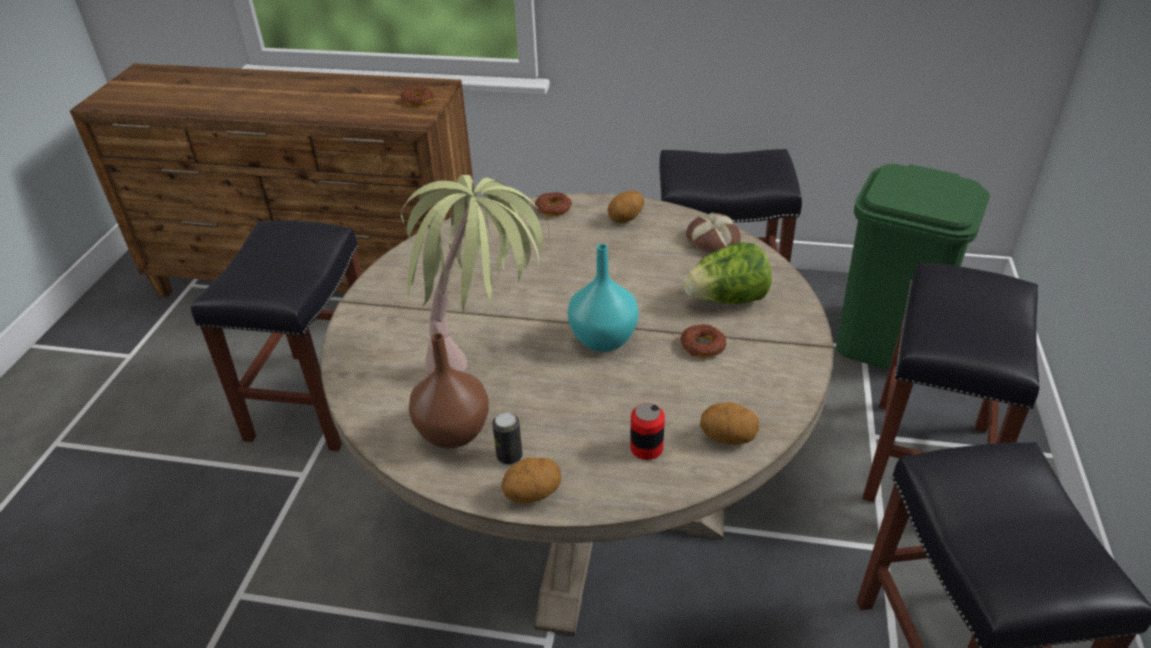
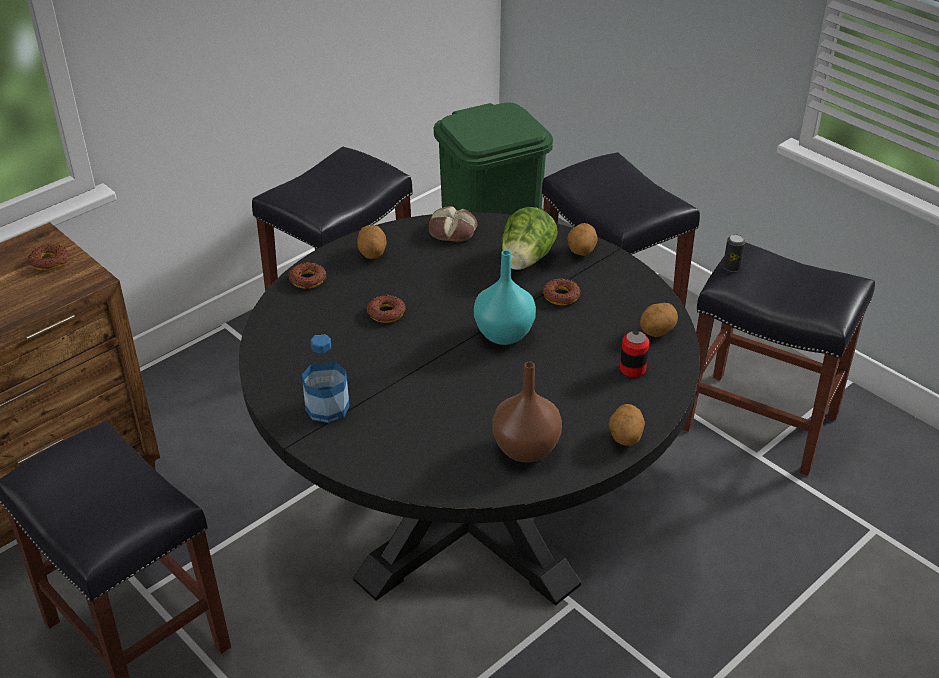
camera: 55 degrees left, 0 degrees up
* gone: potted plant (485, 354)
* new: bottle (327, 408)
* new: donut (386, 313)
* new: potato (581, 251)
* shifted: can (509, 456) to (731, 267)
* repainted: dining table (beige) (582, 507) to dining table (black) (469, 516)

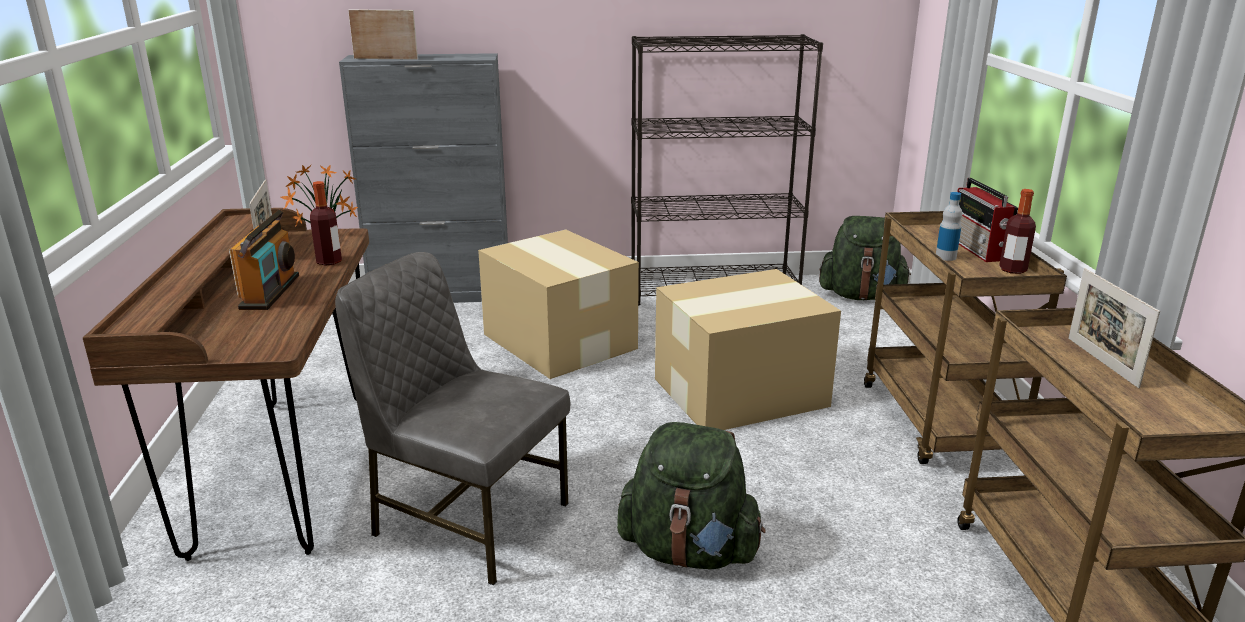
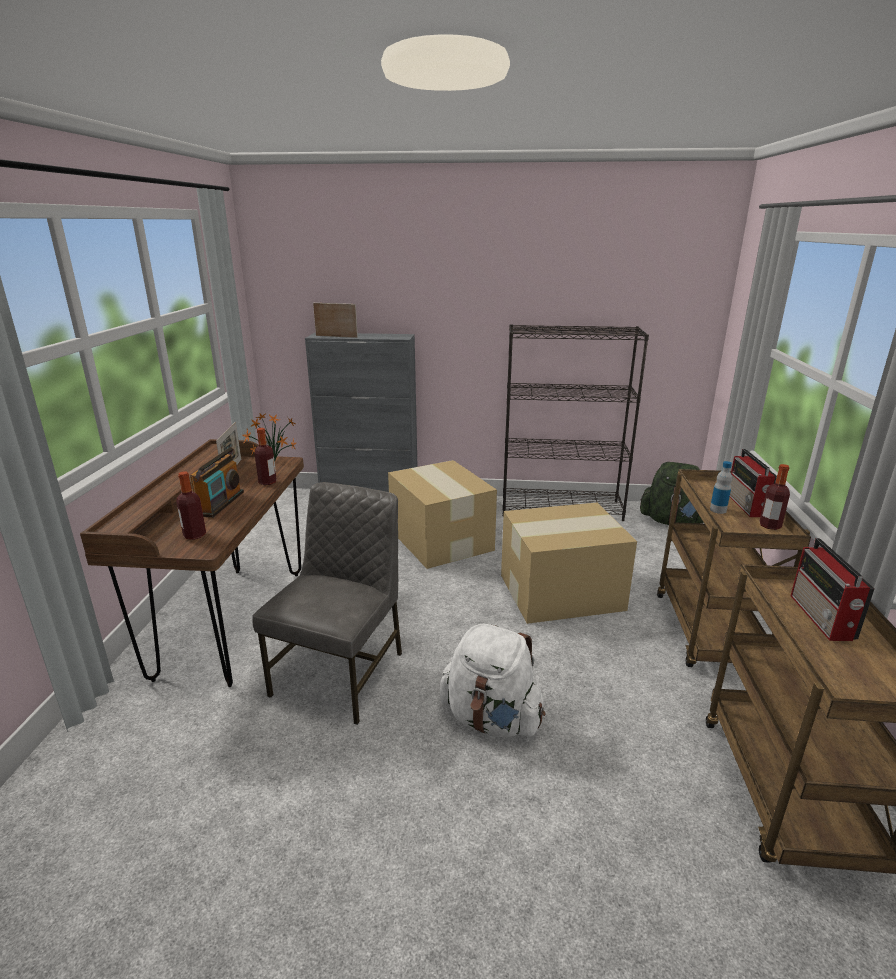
camera: 10 degrees right, 0 degrees up
* new: bottle (194, 535)
* swapped: picture frame (1102, 362) to radio (822, 618)
* repainted: backpack (green) (689, 551) to backpack (white) (491, 719)
* rotated: chair (grey) (467, 519) = (342, 673) 75 degrees clockwise

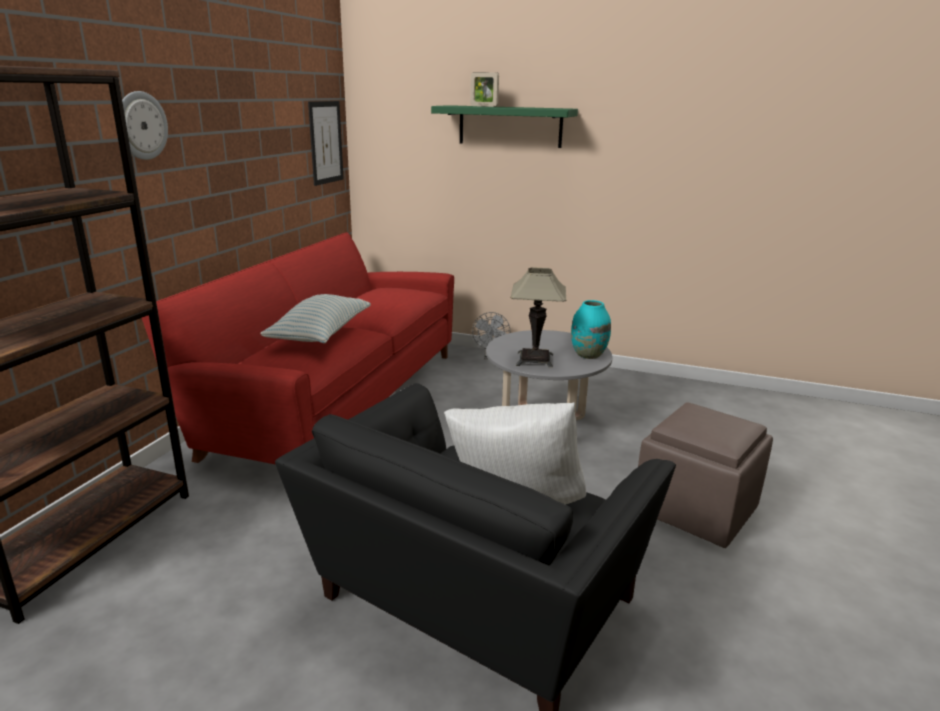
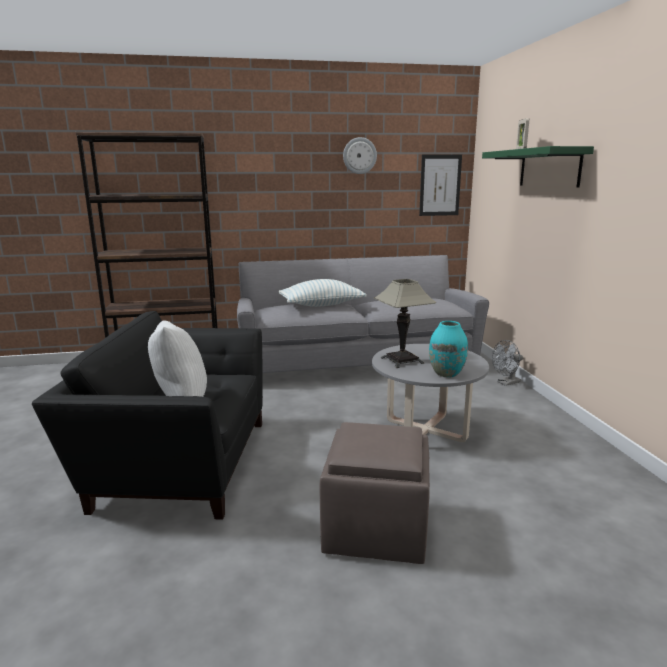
camera: 60 degrees right, 5 degrees down
* shifted: wall clock (141, 125) to (359, 155)
* repainted: sofa (red) (333, 399) to sofa (grey) (356, 362)

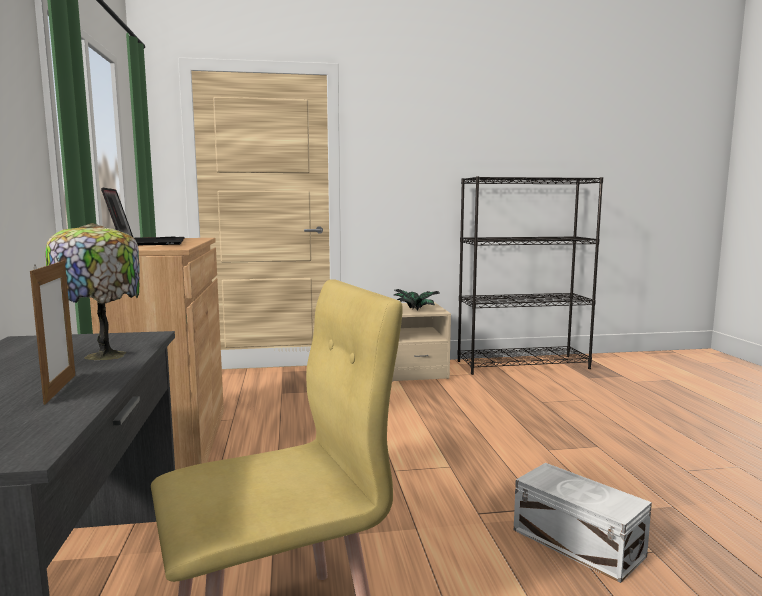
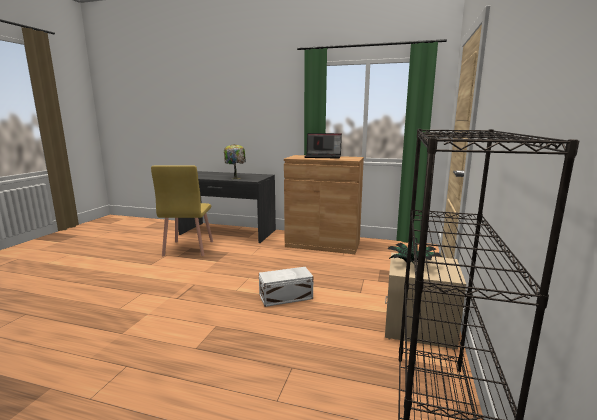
camera: 115 degrees right, 5 degrees up
* gone: picture frame (60, 388)
* shifted: storage box (white) (577, 541) to (286, 297)

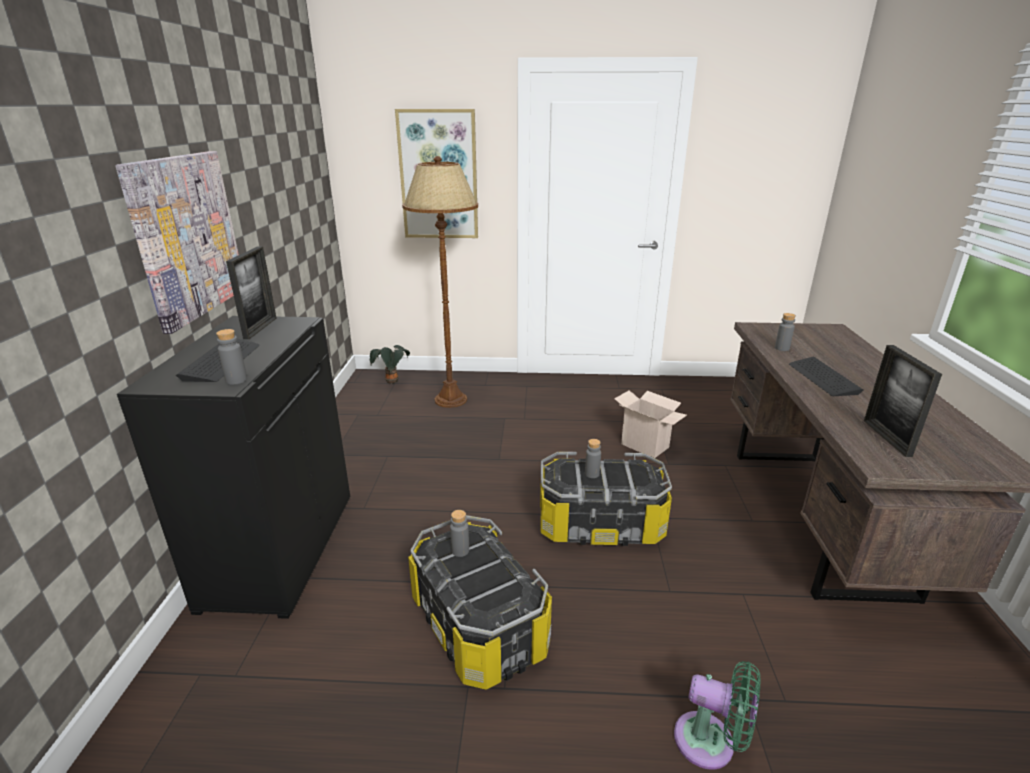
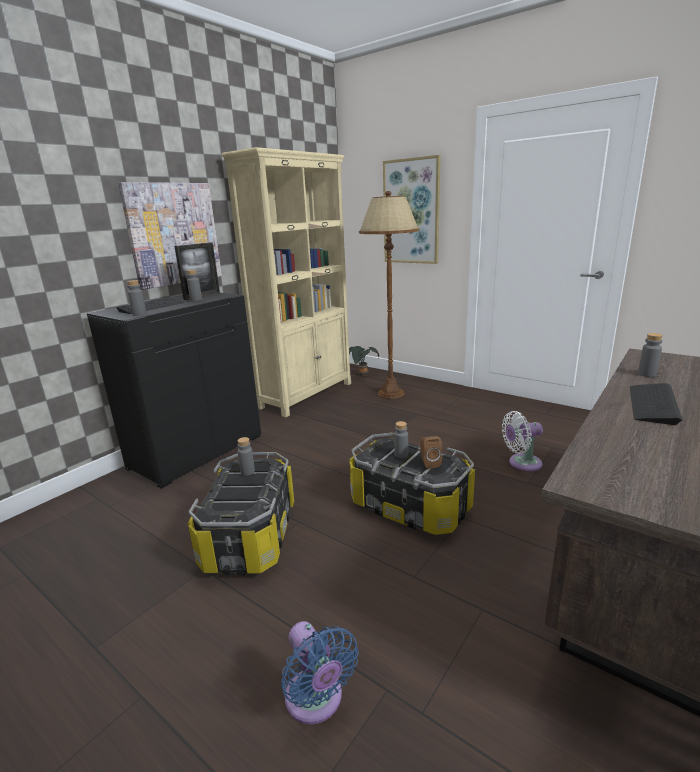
camera: 35 degrees right, 5 degrees down
* gone: picture frame (886, 438)
* new: bottle (grey) (196, 300)
* new: bookcase (beige) (307, 395)
* new: speaker (brown) (429, 463)
* swapped: cardboard box (646, 446) to fan (white) (522, 463)
* repainted: fan (green) (710, 743) to fan (blue) (316, 701)

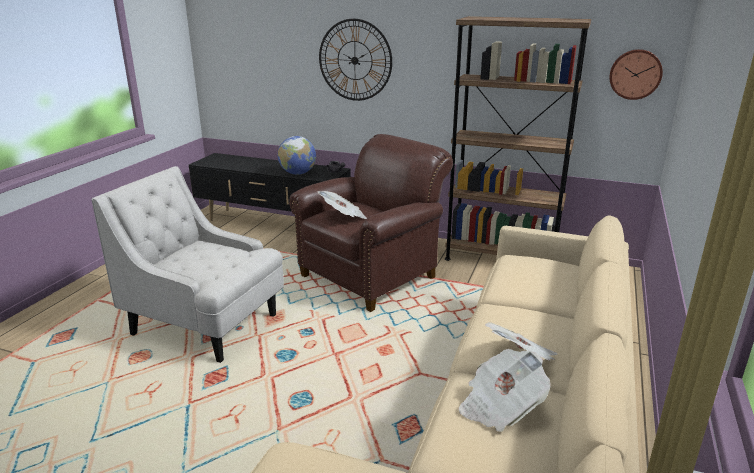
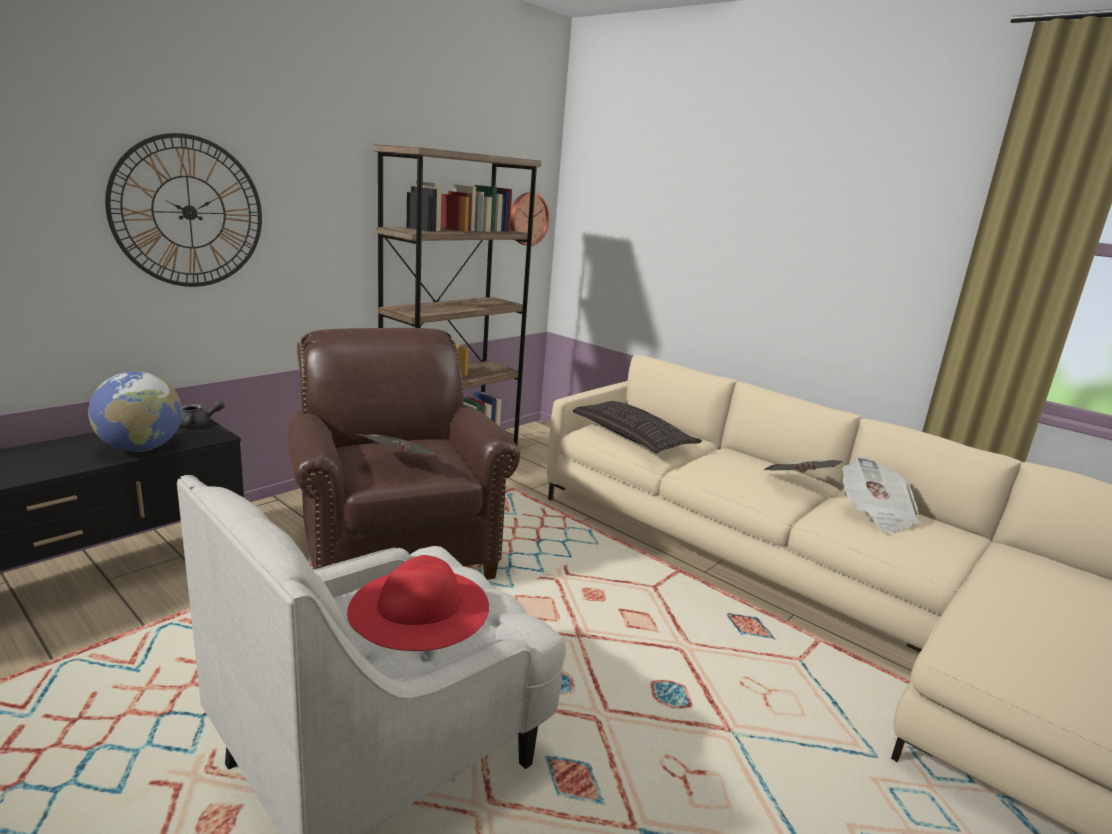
camera: 70 degrees left, 5 degrees down
* new: hat (red) (419, 607)
* new: pillow (631, 435)

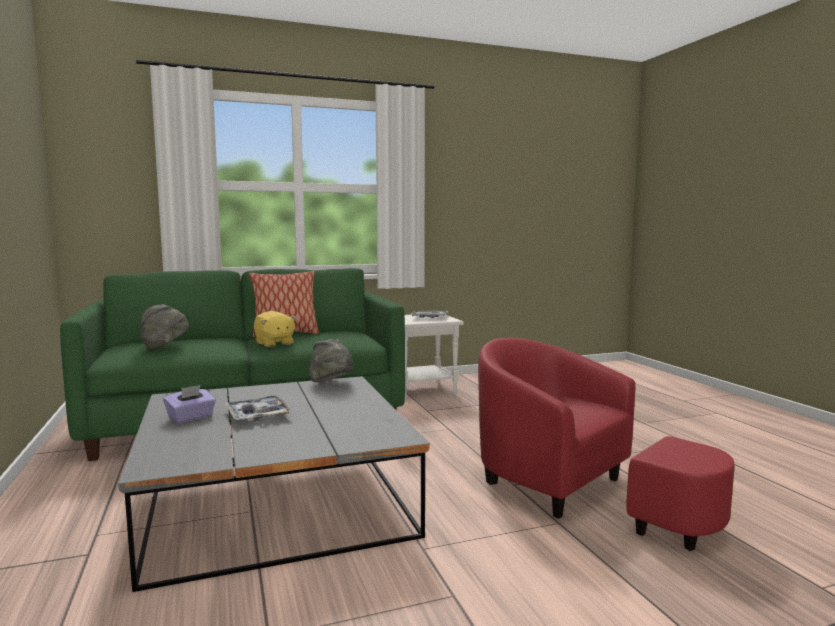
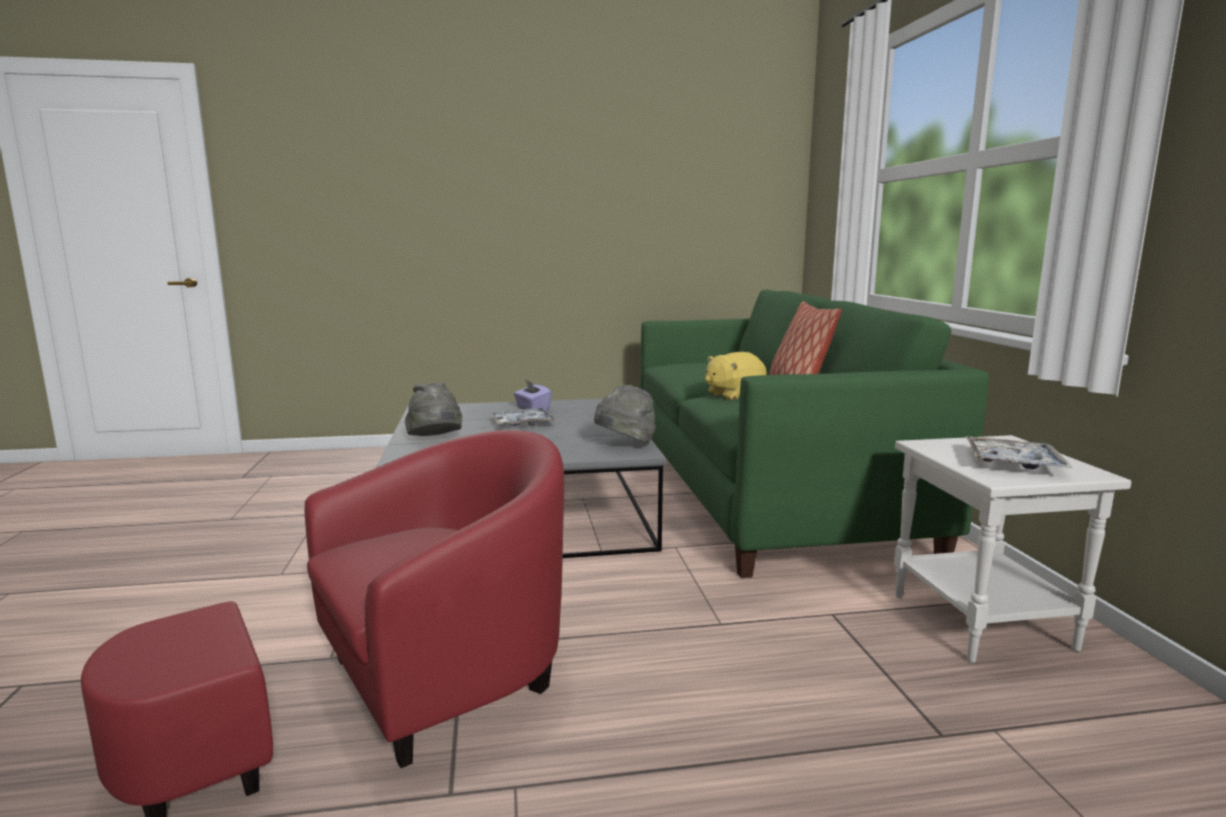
camera: 100 degrees right, 5 degrees up
* shifted: hat (grey) (165, 347) to (436, 440)

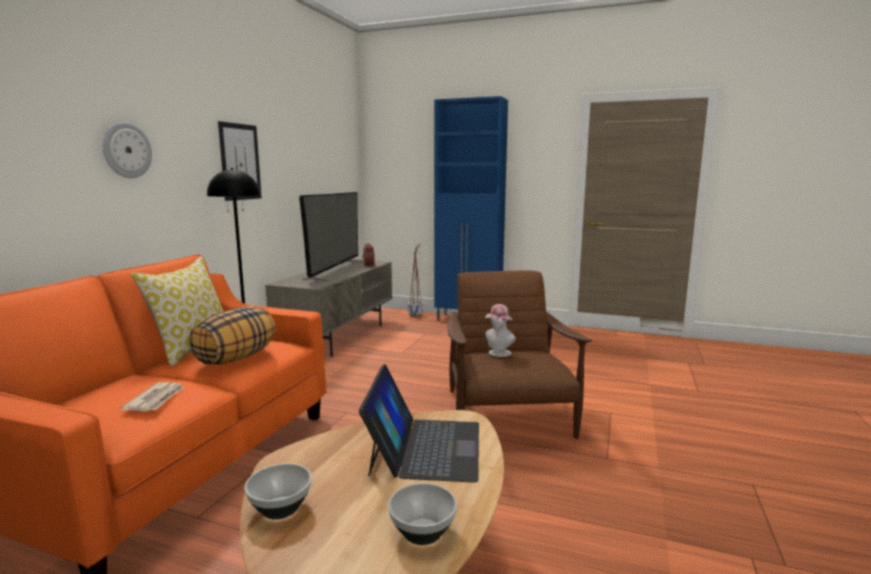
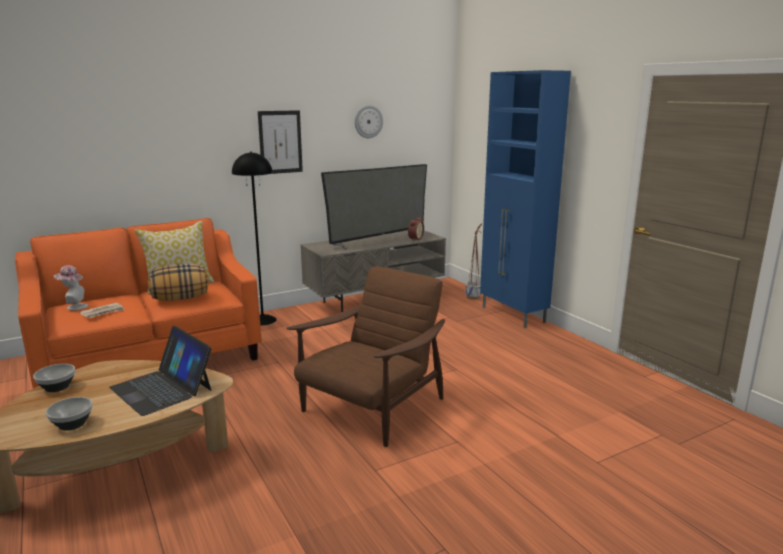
camera: 40 degrees right, 5 degrees up
* shifted: wall clock (126, 150) to (368, 121)
* shifted: hat (498, 354) to (74, 307)
* rotated: laptop (425, 447) = (162, 388) 90 degrees clockwise

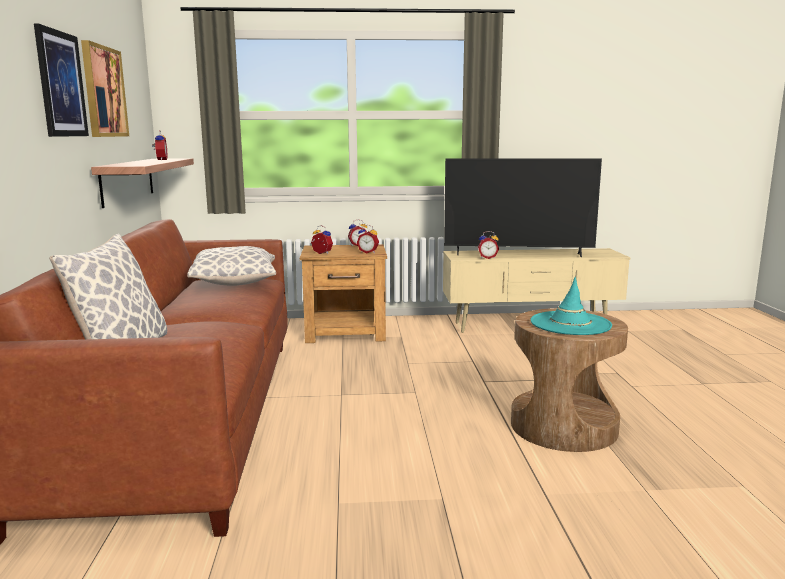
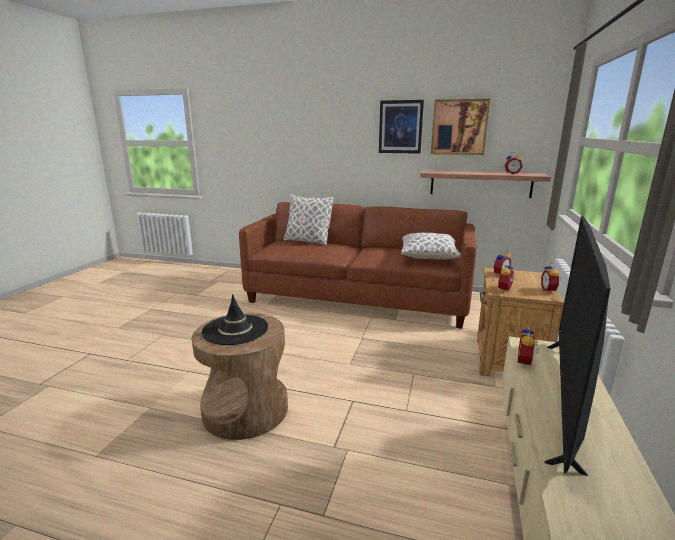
camera: 110 degrees right, 5 degrees up
* repainted: hat (turquoise) (570, 324) to hat (black) (235, 330)

